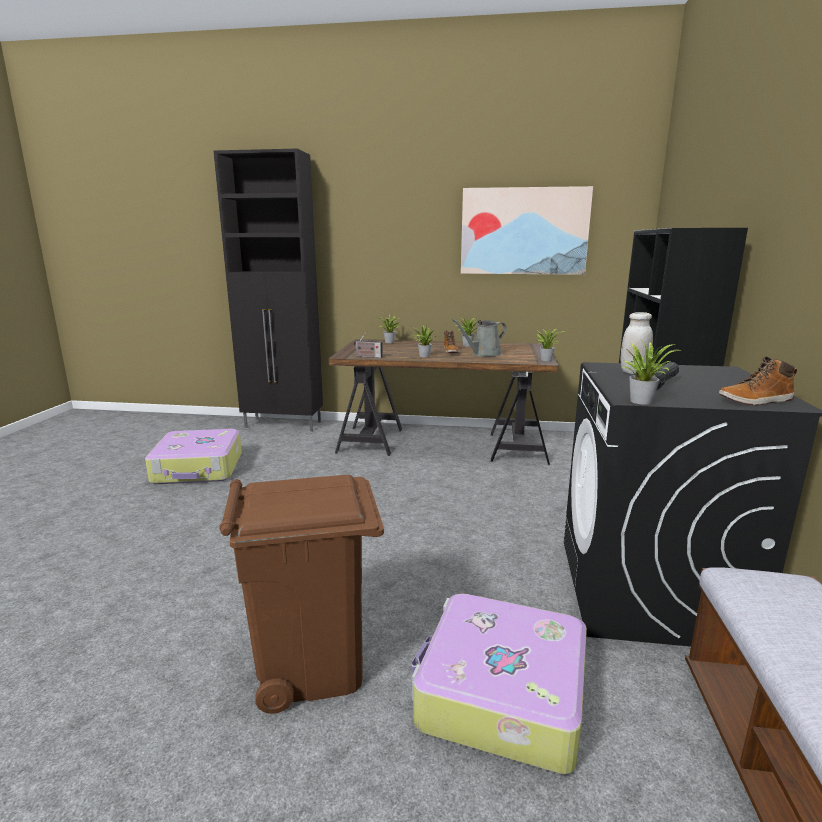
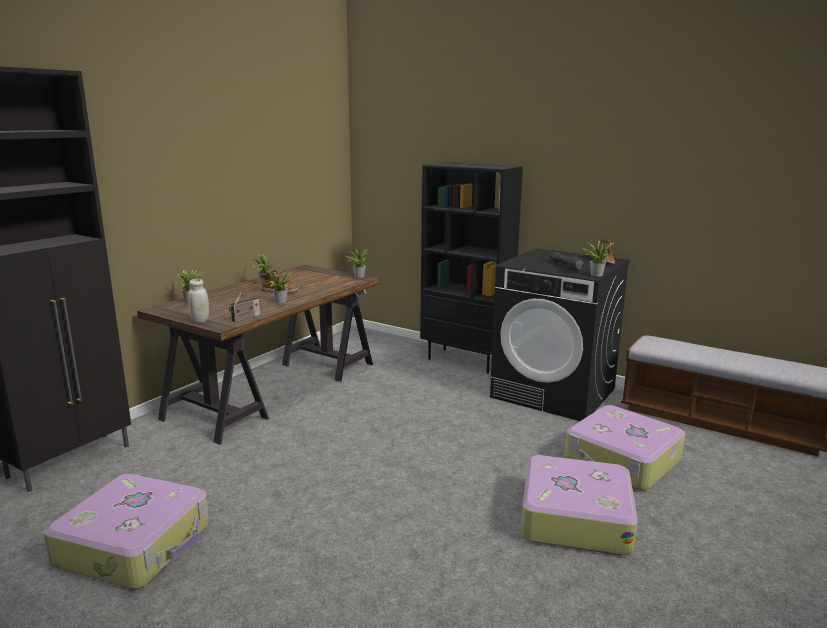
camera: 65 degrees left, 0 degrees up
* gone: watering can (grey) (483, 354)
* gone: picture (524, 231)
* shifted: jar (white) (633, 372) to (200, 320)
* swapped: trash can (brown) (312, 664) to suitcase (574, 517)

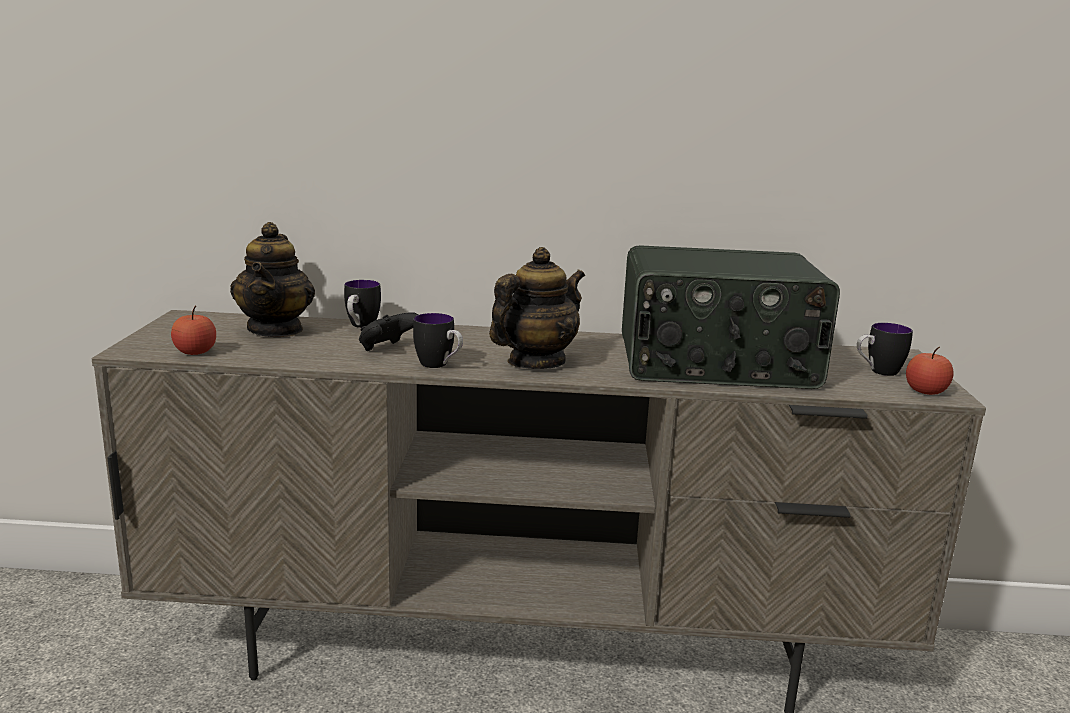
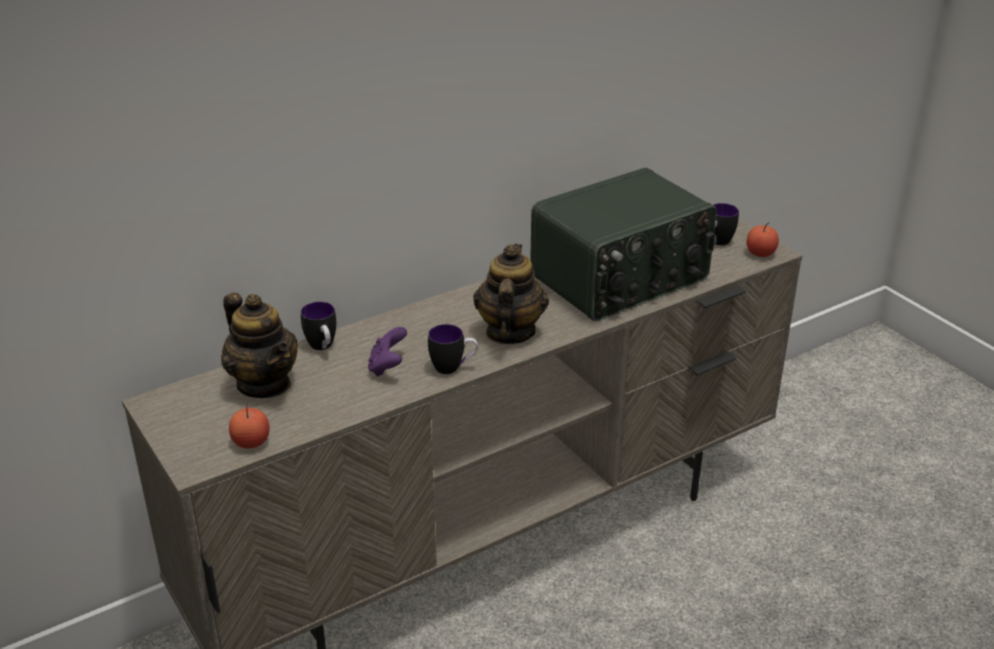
camera: 35 degrees left, 15 degrees up
* repainted: game controller (black) (386, 349) to game controller (purple) (387, 367)

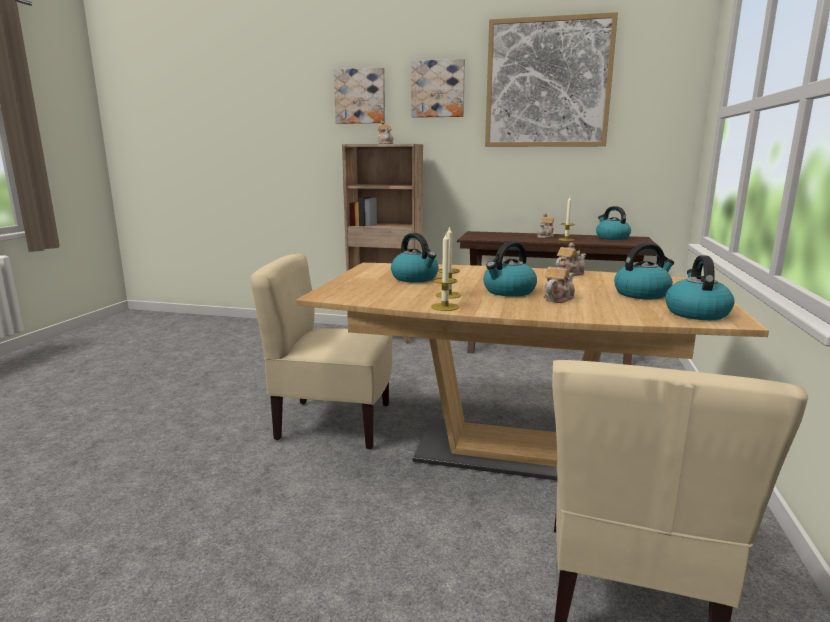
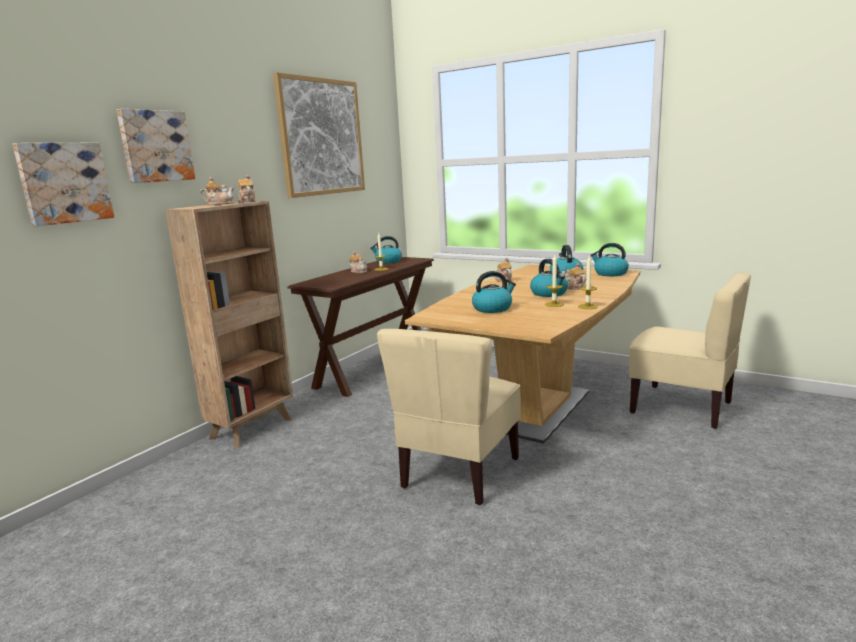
camera: 70 degrees left, 0 degrees up
* new: teapot (247, 201)
* shifted: picture (438, 89) to (64, 183)

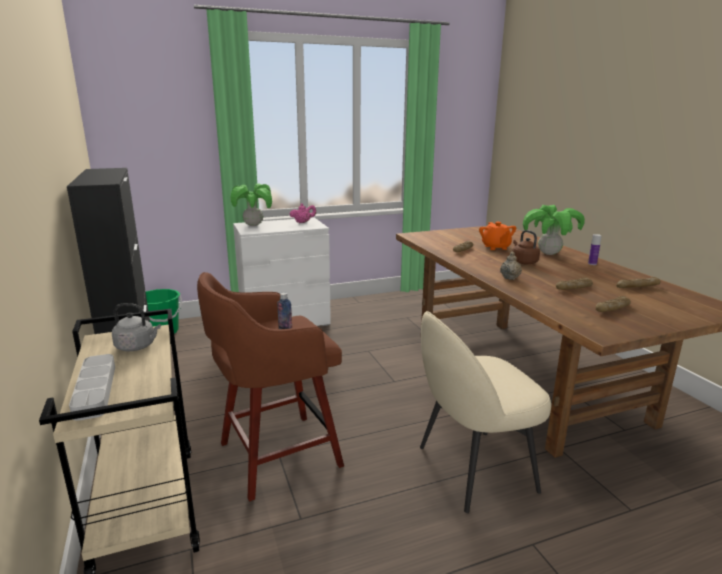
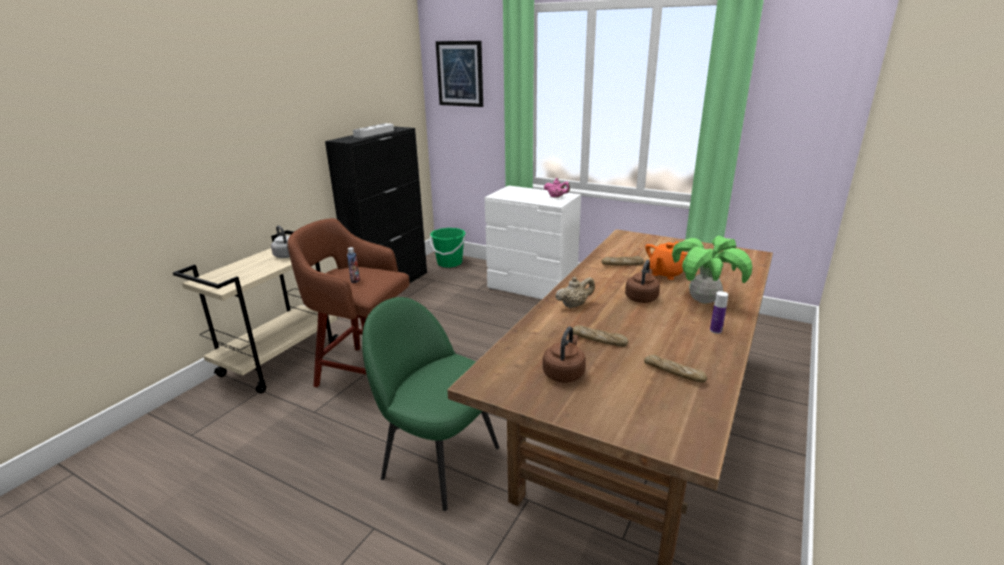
camera: 50 degrees right, 5 degrees up
* gone: potted plant (253, 225)
* new: picture (460, 74)
* shifted: tray (grey) (95, 390) to (374, 133)
* swapped: bread (612, 309) to kettle (brown) (564, 373)
* repainted: chair (beige) (473, 469) to chair (green) (439, 461)

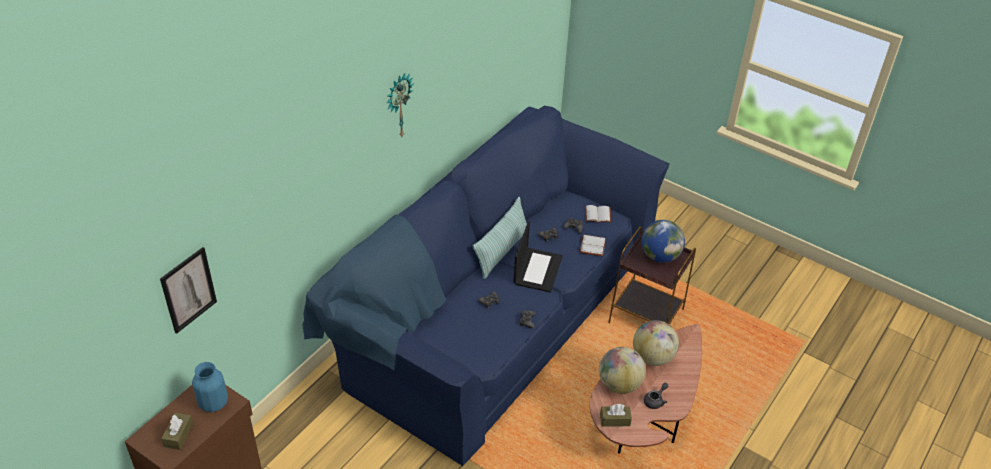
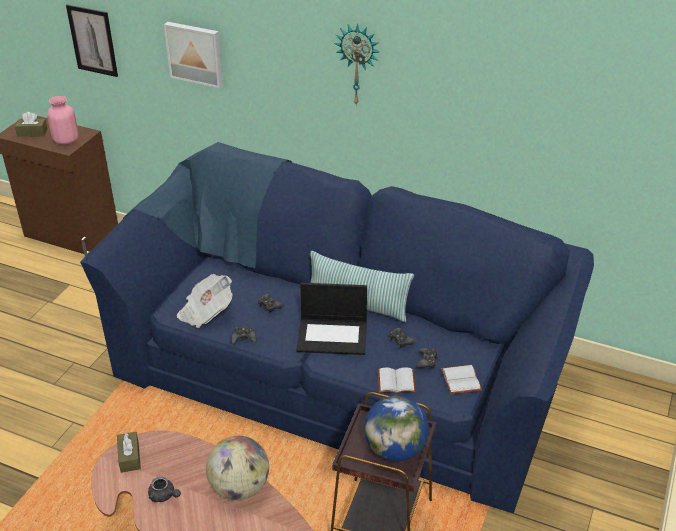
camera: 80 degrees right, 5 degrees down
* gone: globe (619, 384)
* new: picture (195, 53)
* new: newspaper (206, 312)
* repainted: vase (blue) (213, 402) to vase (pink) (66, 140)

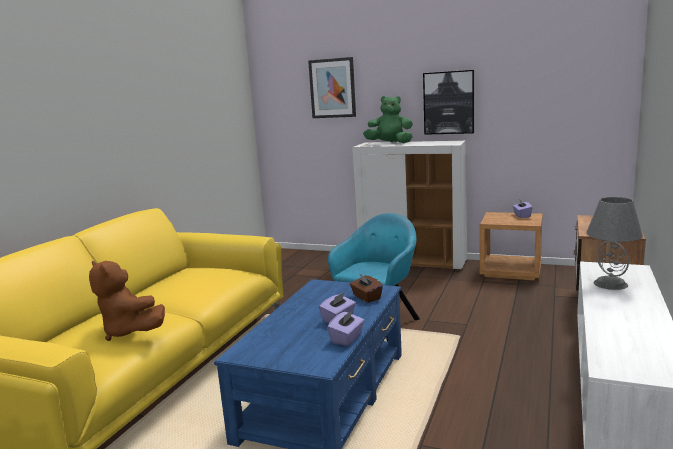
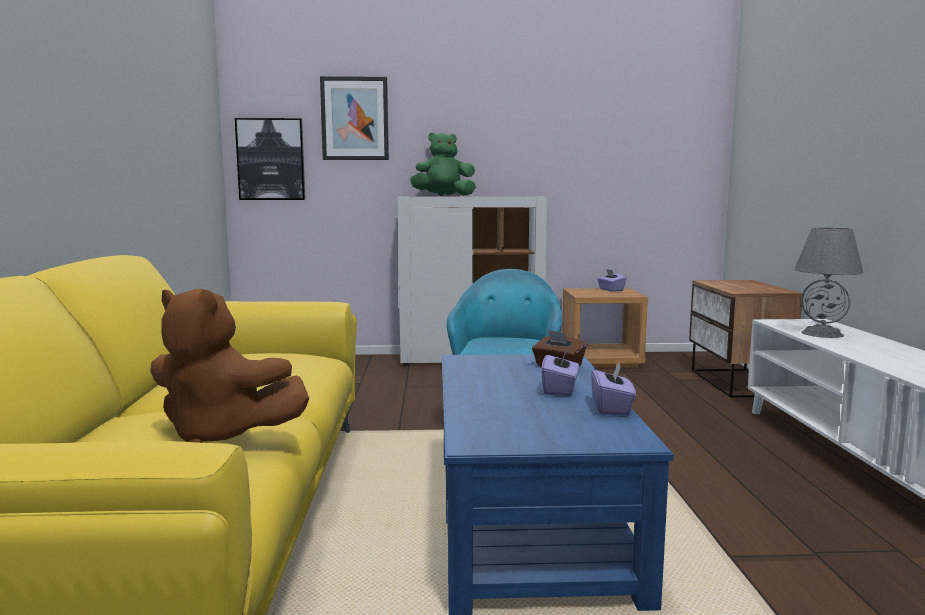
camera: 25 degrees left, 5 degrees down
* shifted: picture (449, 102) to (271, 159)

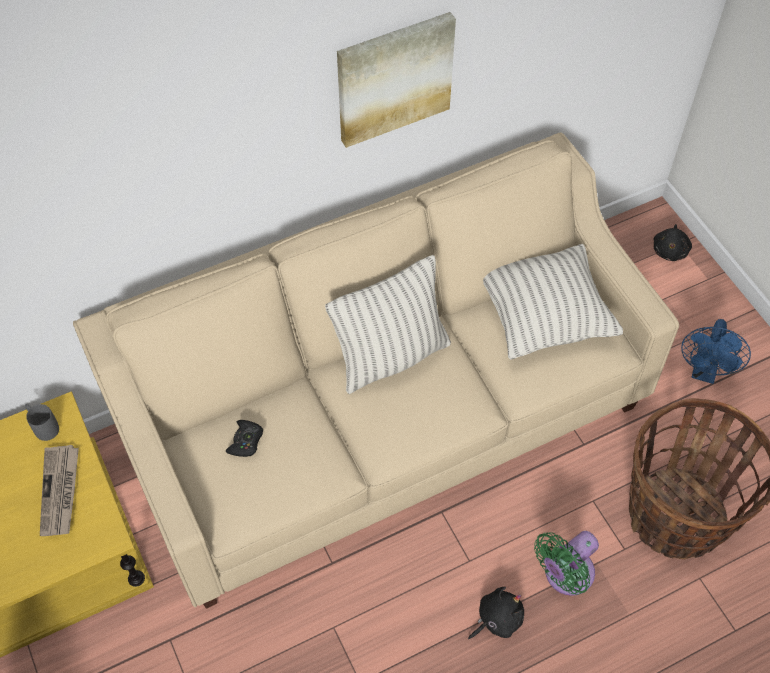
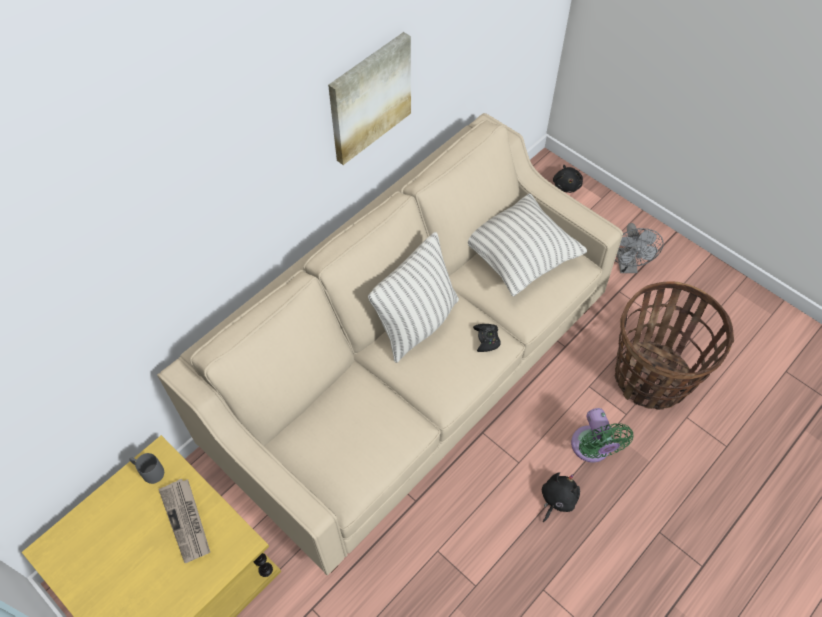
camera: 20 degrees left, 0 degrees up
* shifted: game controller (black) (246, 441) to (486, 339)
* repainted: fan (blue) (704, 372) to fan (grey) (627, 266)
* rotated: fan (green) (565, 575) = (592, 448) 45 degrees counterclockwise

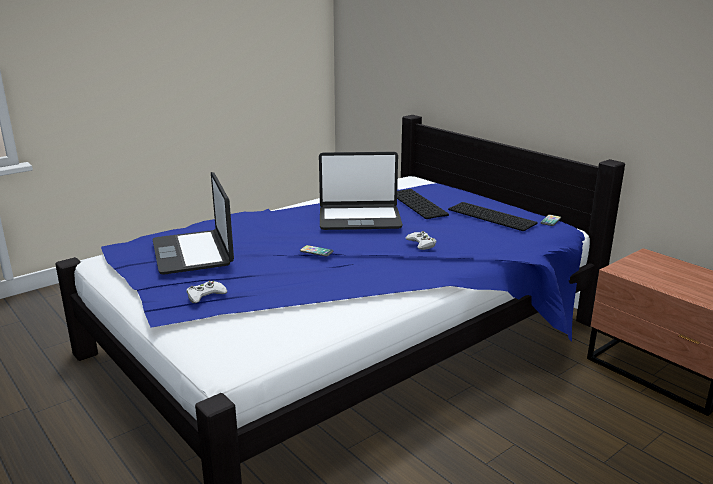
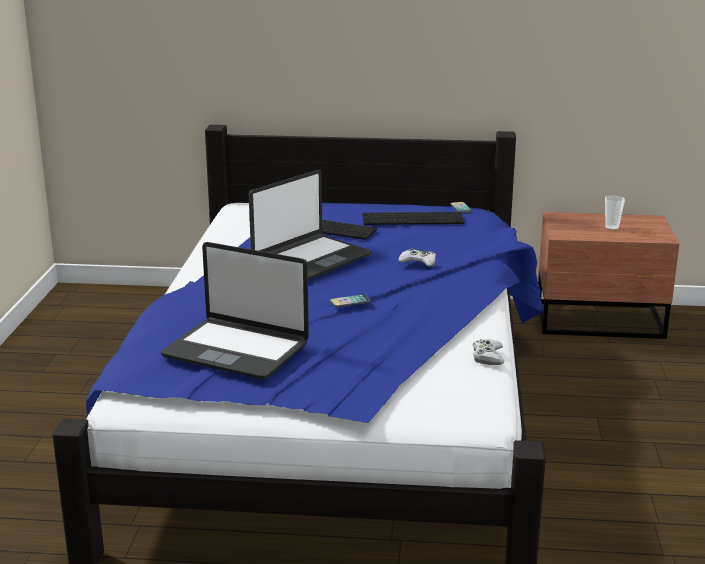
camera: 45 degrees left, 0 degrees up
* new: cup (612, 228)
* shifted: game controller (white) (205, 295) to (487, 356)

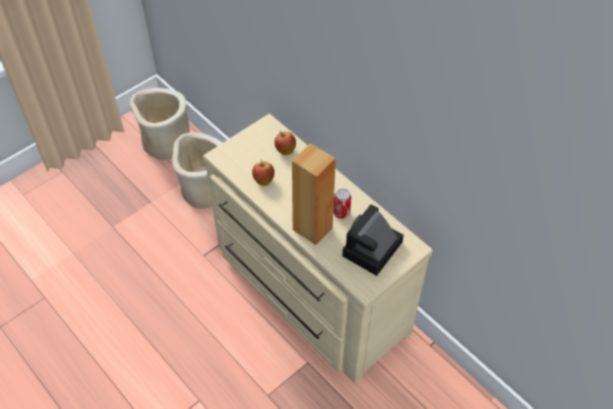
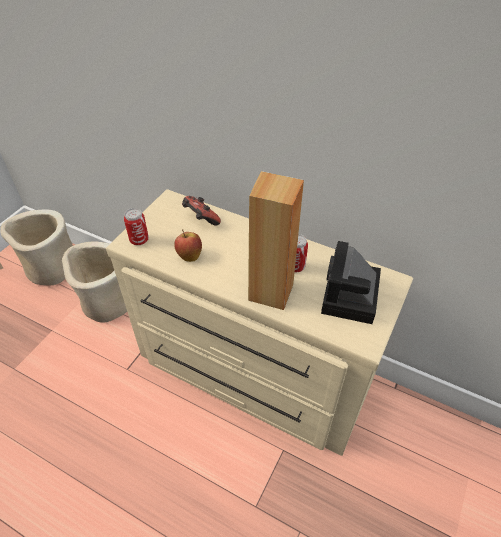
camera: 20 degrees left, 5 degrees down
* new: can (139, 240)
* swapped: apple (285, 150) to game controller (200, 219)

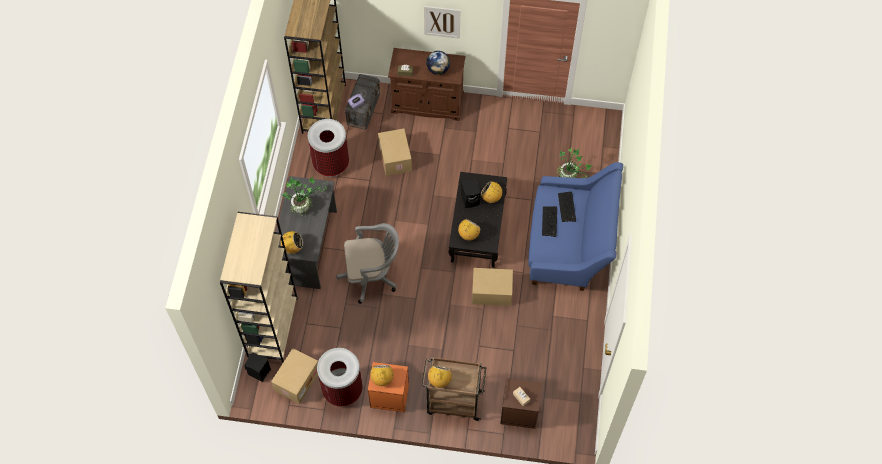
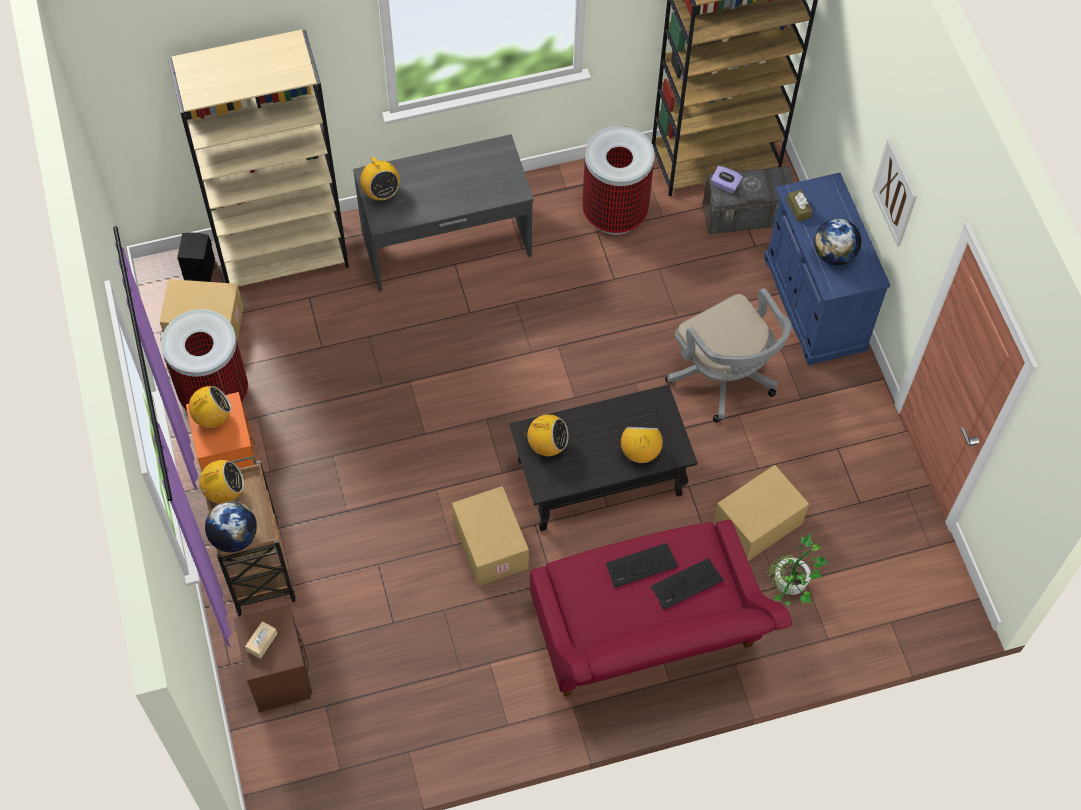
camera: 65 degrees right, 0 degrees up
* gone: potted plant (304, 206)
* gone: speaker (black) (471, 199)
* new: globe (234, 537)
* shifted: office chair (grey) (372, 275) to (725, 378)
* shifted: cardboard box (396, 158) to (758, 524)
* repainted: cabinet (brown) (427, 103) to cabinet (blue) (814, 303)
* repainted: sofa (blue) (569, 245) to sofa (red) (647, 639)

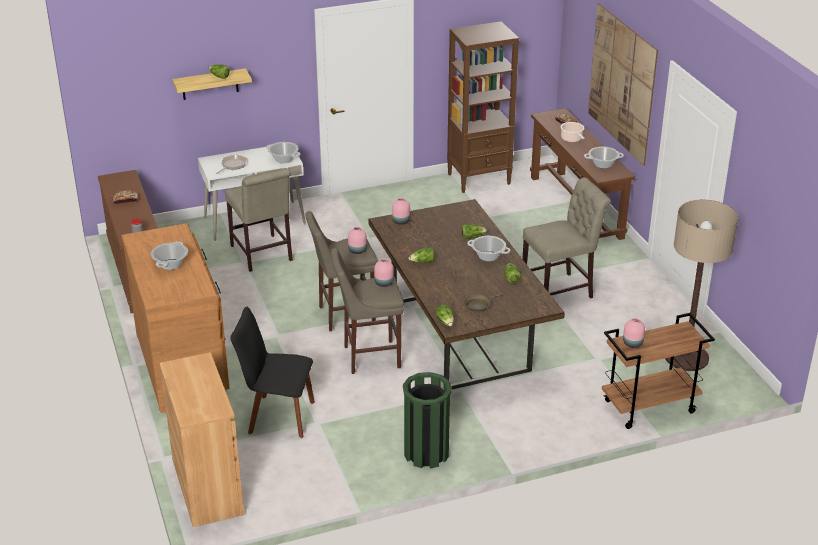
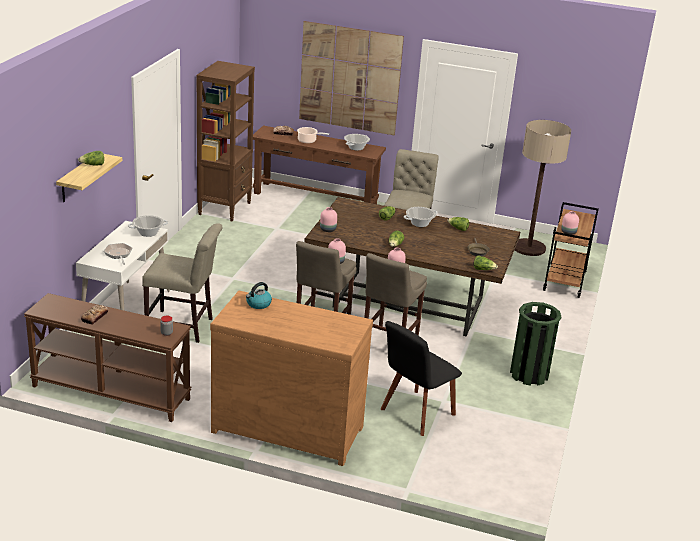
camera: 55 degrees left, 5 degrees down
* gone: cooking pot (170, 264)
* gone: cabinet (brown) (207, 487)
* new: kettle (258, 304)

